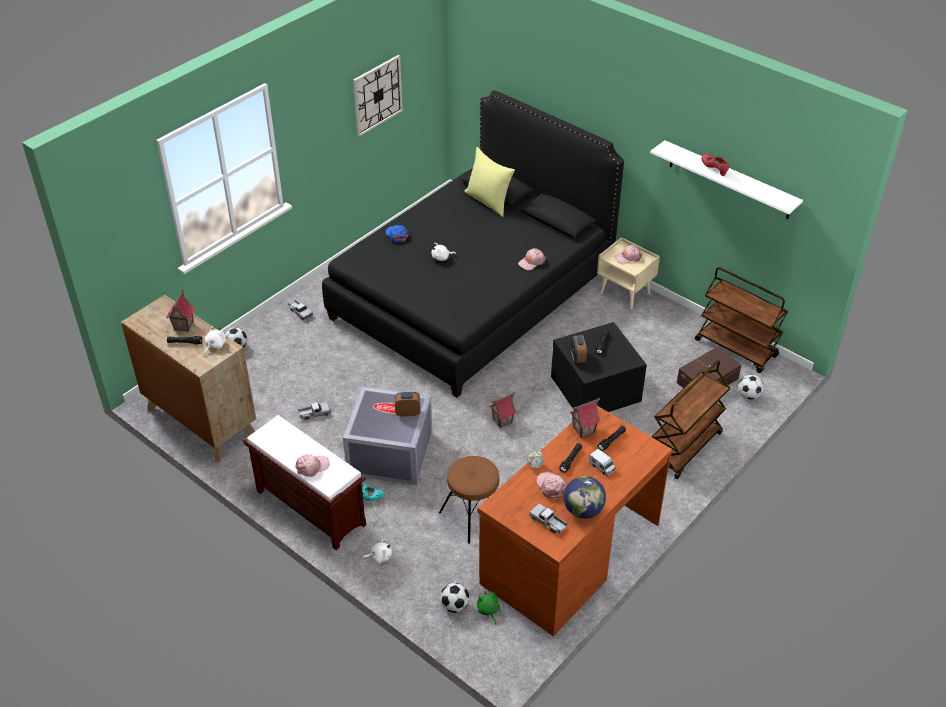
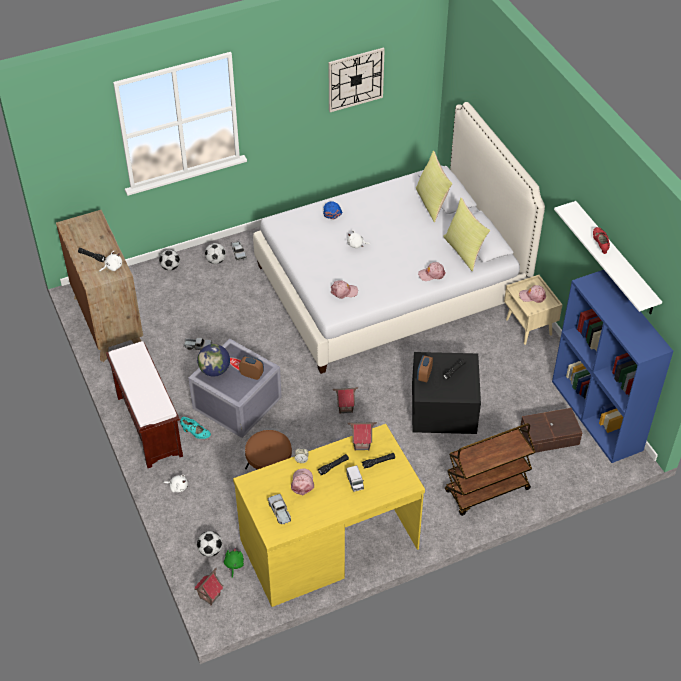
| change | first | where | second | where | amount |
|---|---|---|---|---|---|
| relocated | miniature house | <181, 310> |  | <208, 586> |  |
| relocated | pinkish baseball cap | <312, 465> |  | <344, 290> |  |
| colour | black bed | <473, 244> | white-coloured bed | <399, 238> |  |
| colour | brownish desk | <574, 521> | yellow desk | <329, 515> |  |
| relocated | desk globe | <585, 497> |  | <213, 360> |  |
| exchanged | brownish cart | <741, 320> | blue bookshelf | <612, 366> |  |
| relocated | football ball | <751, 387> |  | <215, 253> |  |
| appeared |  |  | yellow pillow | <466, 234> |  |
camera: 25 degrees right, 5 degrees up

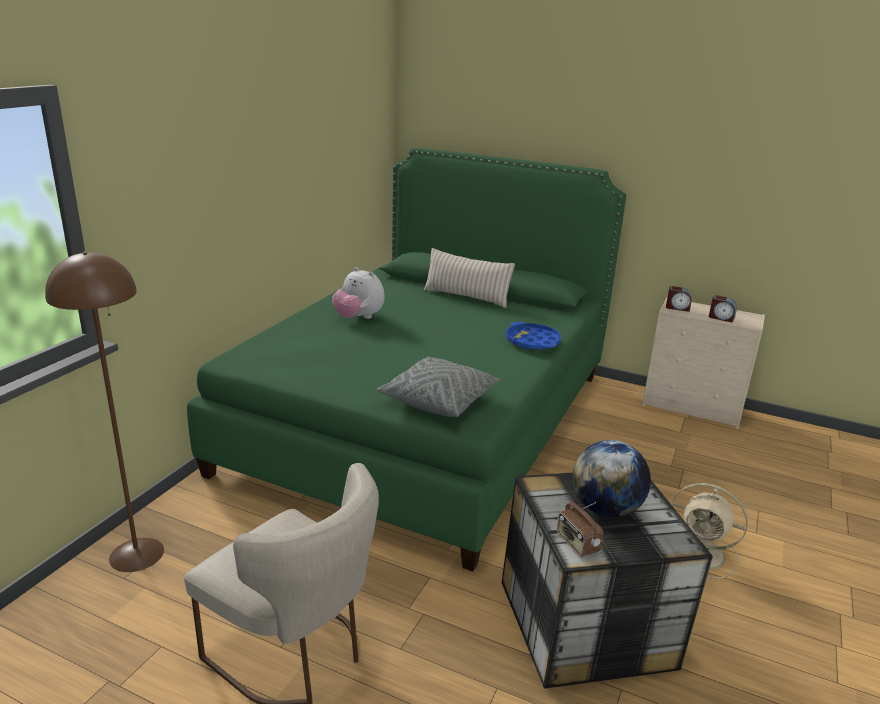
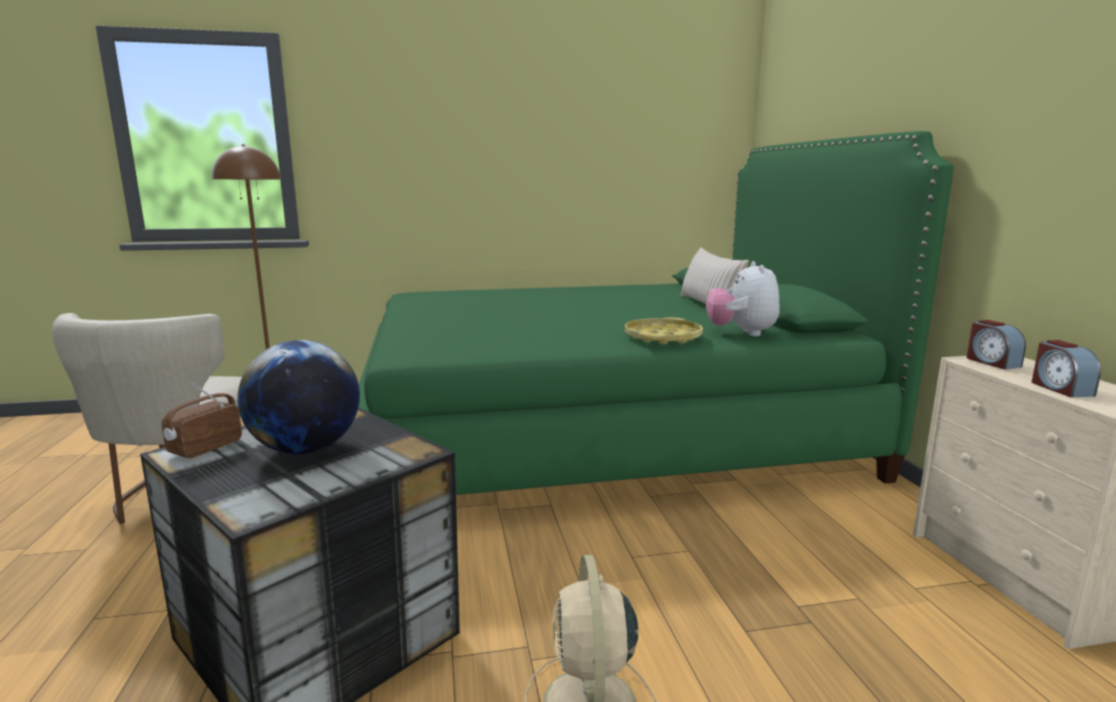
| change | first | where | second | where | amount |
|---|---|---|---|---|---|
| relocated | soft toy | <358, 293> |  | <743, 298> |  |
| missing | gray pillow | <439, 387> |  |  |  |
| colour | blue serving tray | <533, 336> | yellow serving tray | <664, 330> |  |
camera: 55 degrees right, 10 degrees down

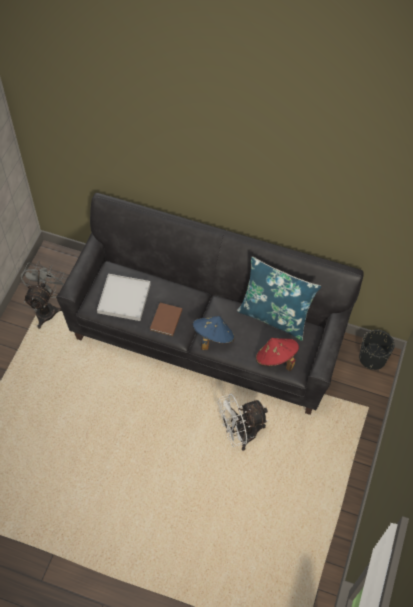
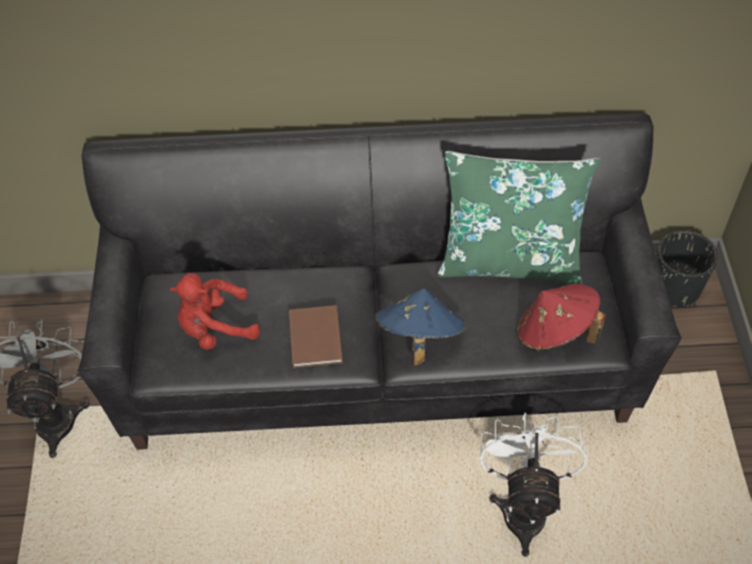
| change | first | where | second | where | amount |
|---|---|---|---|---|---|
| exchanged | white-coloured serving tray | <124, 297> | red-coloured soft toy | <215, 311> |  |
| spun | white-coloured electric fan | <243, 422> |  | <533, 485> | 135 degrees clockwise |
| colour | blue pillow | <279, 299> | green pillow | <519, 217> |  |
camera: 20 degrees left, 5 degrees down

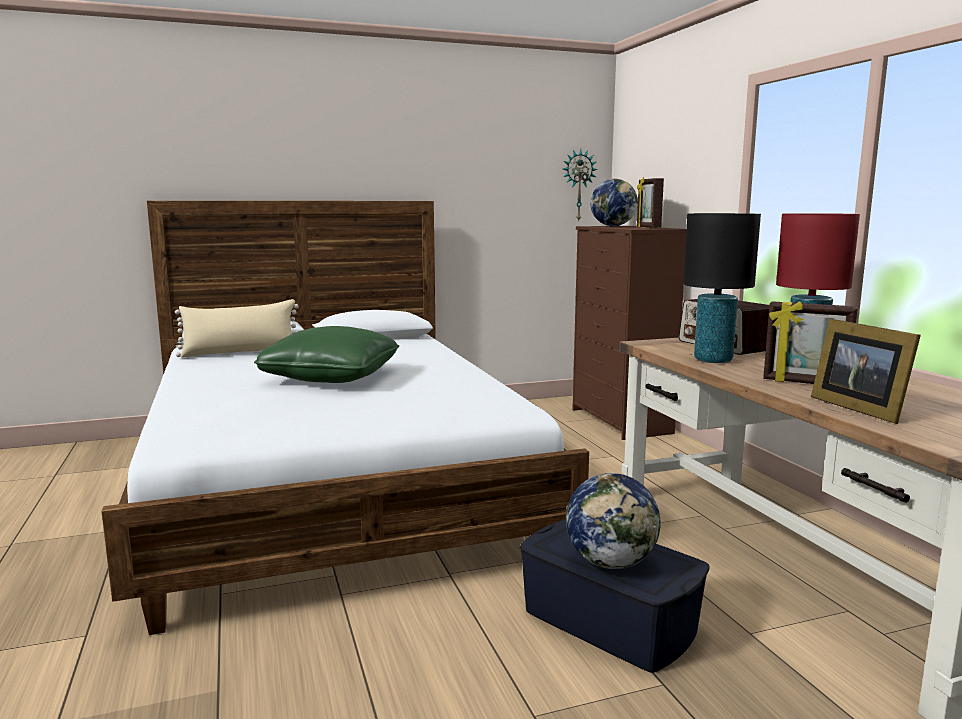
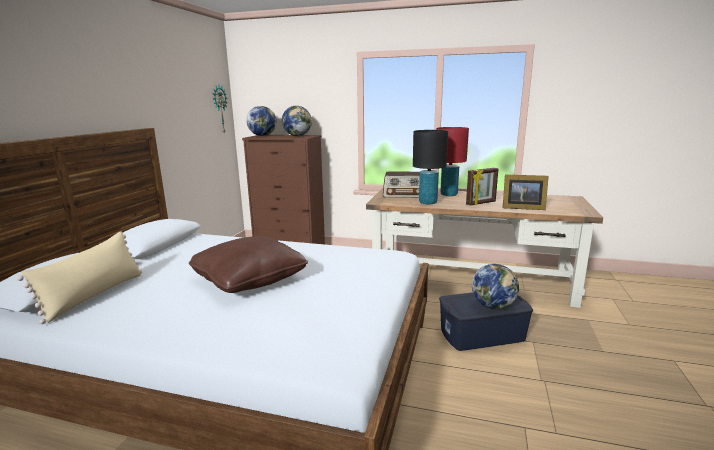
| change | first | where | second | where | amount |
|---|---|---|---|---|---|
| colour | green pillow | <326, 354> | brownish pillow | <248, 264> |  |
| exchanged | picture frame | <650, 202> | desk globe | <297, 121> |  |
camera: 55 degrees left, 5 degrees up

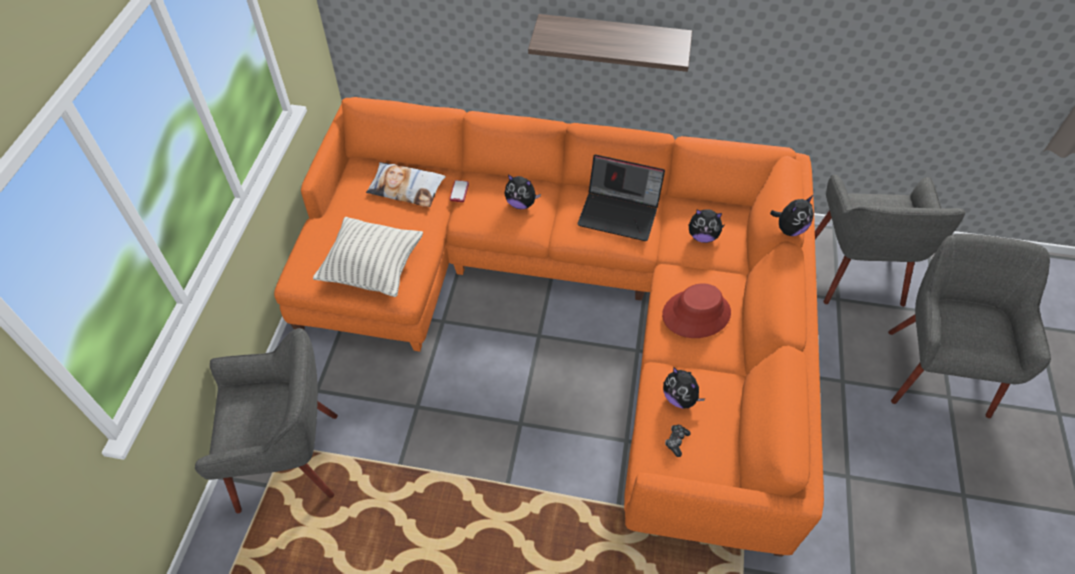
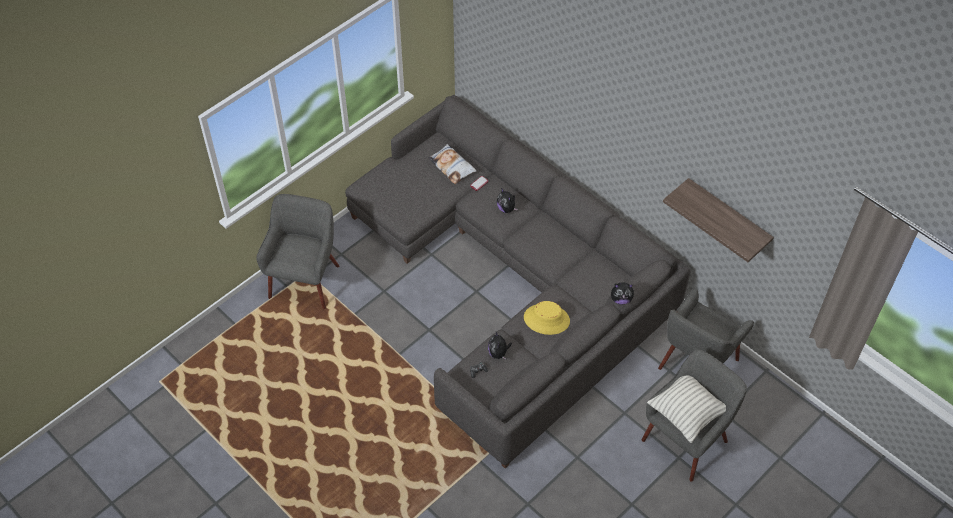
| change | first | where | second | where | amount |
|---|---|---|---|---|---|
| spun | gray armchair | <266, 420> |  | <297, 251> | 105 degrees counterclockwise |
| colour | orange-coloured sofa | <549, 327> | gray sofa | <518, 282> |  |
| relocated | pillow | <368, 257> |  | <686, 409> |  |
| relocated | bracket shelf | <610, 43> |  | <718, 220> |  |
| missing | portable computer | <621, 198> |  |  |  |
| colour | red-coloured wearable hat | <696, 310> | yellow wearable hat | <547, 318> |  |
| missing | soft toy | <707, 226> |  |  |  |
camera: 35 degrees right, 0 degrees up

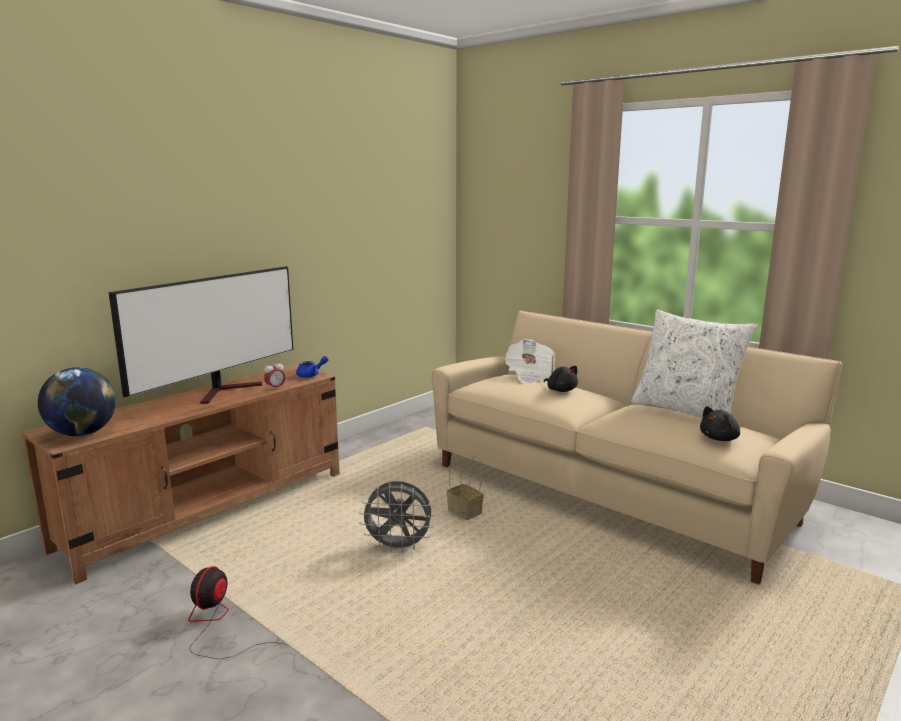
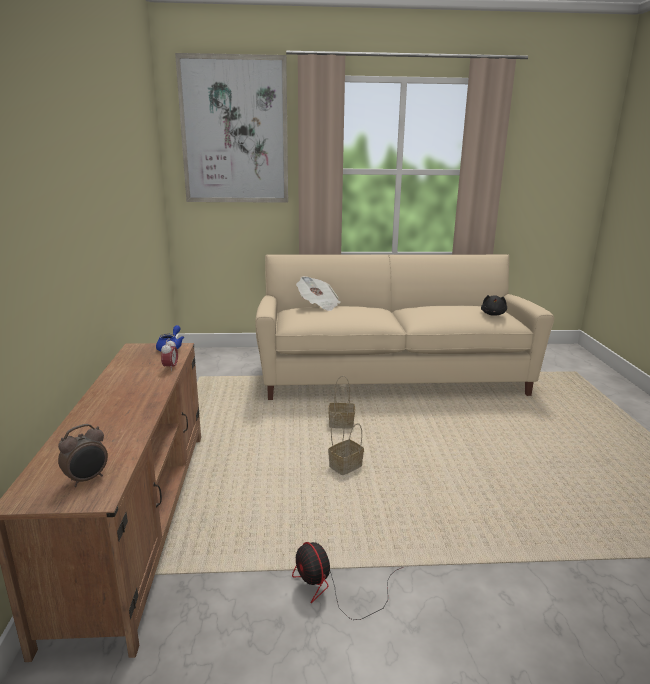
| change | first | where | second | where | amount |
|---|---|---|---|---|---|
| exchanged | desk globe | <77, 401> | table clock | <83, 455> |  |
| missing | television | <201, 335> |  |  |  |
| exchanged | gray electric fan | <396, 517> | basket | <346, 444> |  |
| missing | black soft toy | <561, 379> |  |  |  |
| missing | white-coloured pillow | <694, 364> |  |  |  |
| appeared |  |  | wall art | <231, 128> |  |
camera: 45 degrees left, 5 degrees up

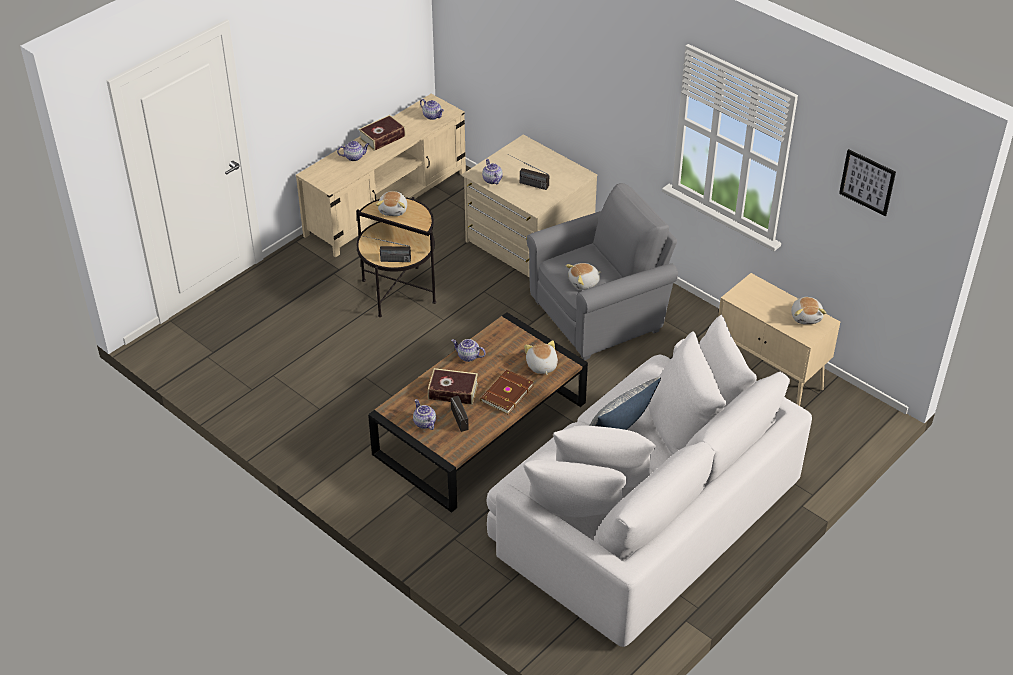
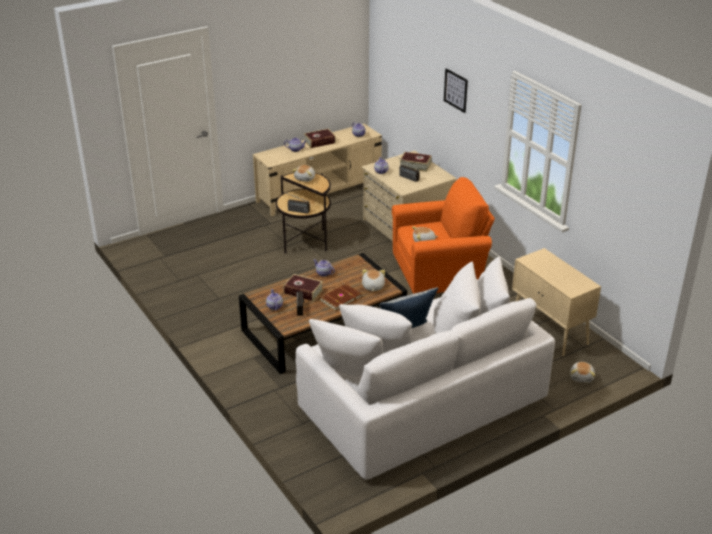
| change | first | where | second | where | amount |
|---|---|---|---|---|---|
| colour | gray armchair | <602, 271> | orange-coloured armchair | <443, 235> |  |
| relocated | soft toy | <808, 310> |  | <583, 372> |  |
| relocated | wall art | <867, 182> |  | <456, 90> |  |
| appeared |  |  | bound book | <415, 162> |  |
camera: 15 degrees right, 10 degrees down

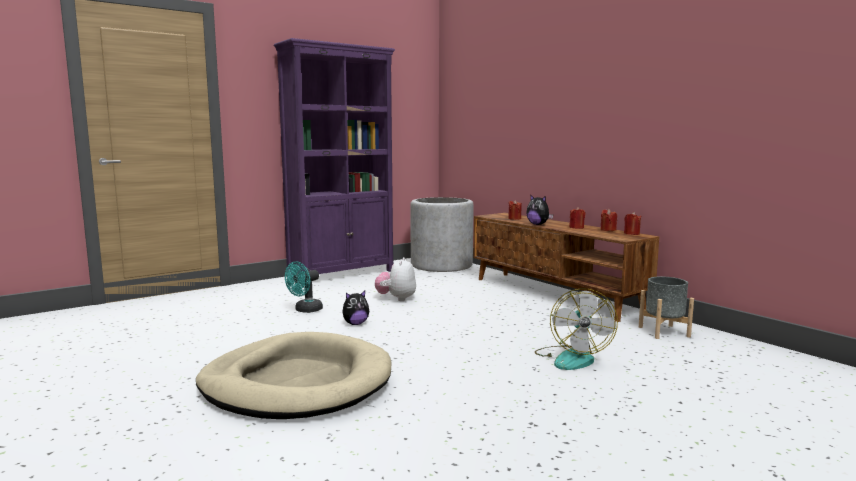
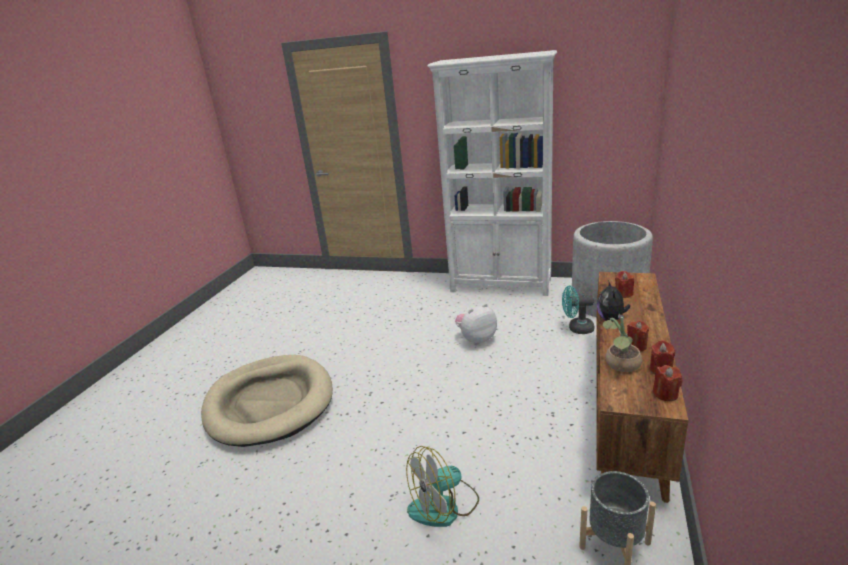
| change | first | where | second | where | amount |
|---|---|---|---|---|---|
| colour | purplish bookshelf | <334, 157> | white-coloured bookshelf | <492, 173> |  |
| relocated | turquoise-coloured electric fan | <304, 287> |  | <578, 310> |  |
| missing | soft toy | <355, 308> |  |  |  |
| appeared |  |  | houseplant | <622, 344> |  |
camera: 55 degrees right, 15 degrees up

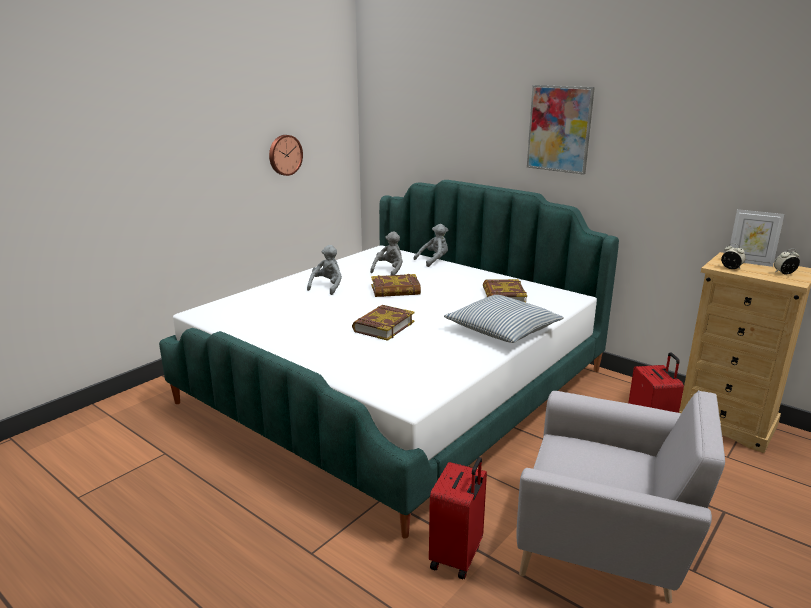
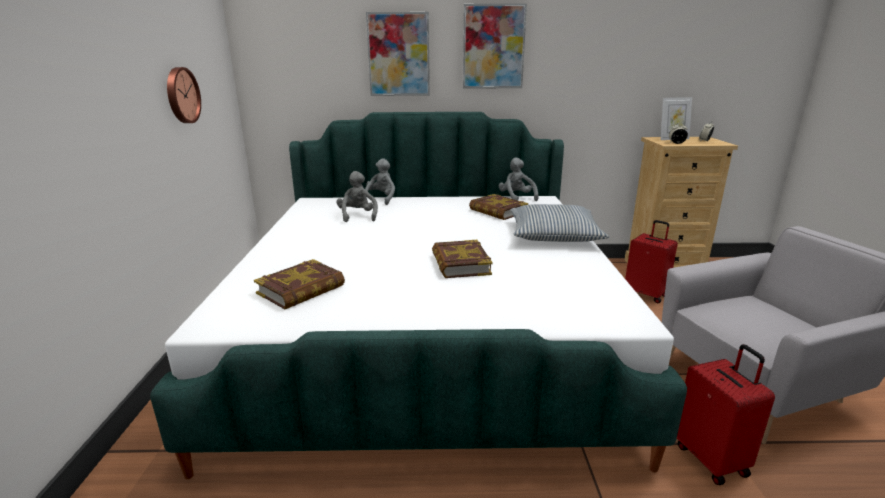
| change | first | where | second | where | amount |
|---|---|---|---|---|---|
| relocated | gray soft toy | <324, 270> |  | <519, 179> |  |
| relocated | bound book | <396, 285> |  | <299, 284> |  |
| appeared |  |  | wall art | <398, 54> |  |
camera: 40 degrees left, 0 degrees up

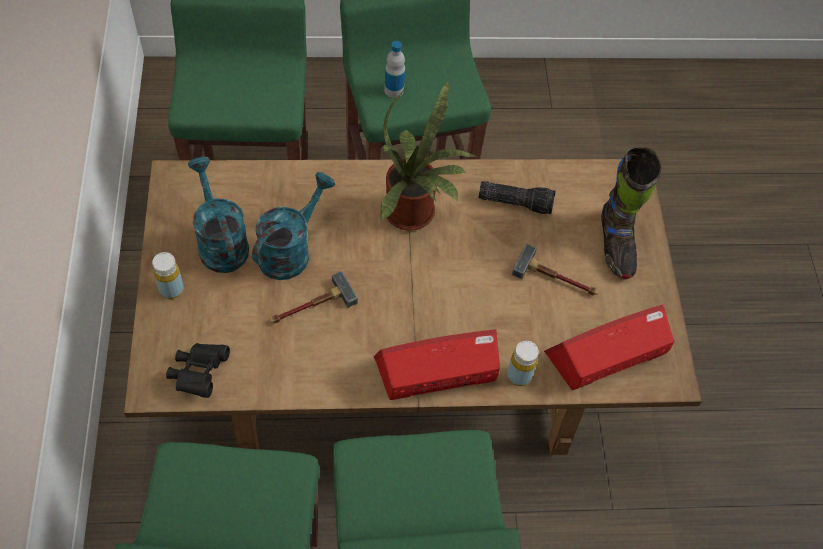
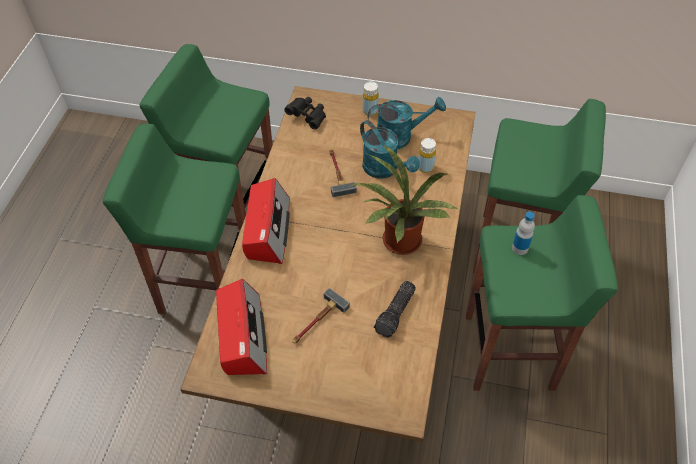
| change | first | where | second | where | amount |
|---|---|---|---|---|---|
| relocated | yellow beverage bottle | <523, 363> |  | <427, 155> |  |
| missing | black high-top boot | <631, 213> |  |  |  |
camera: 110 degrees right, 5 degrees down

